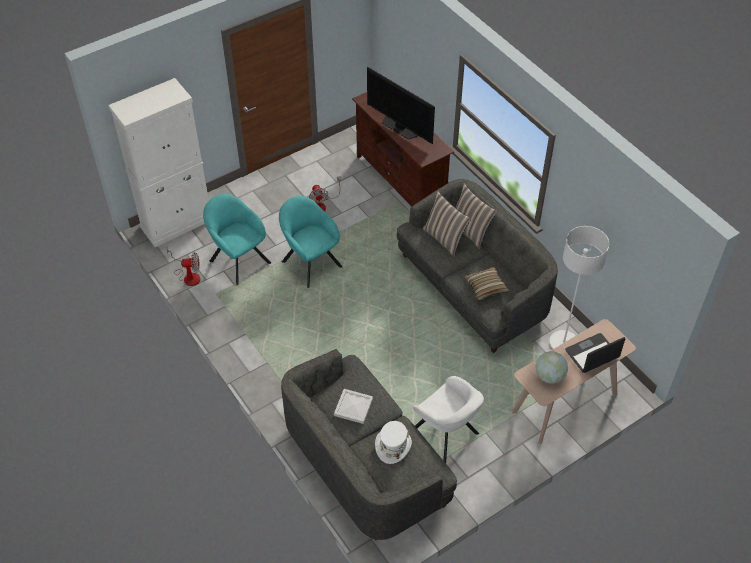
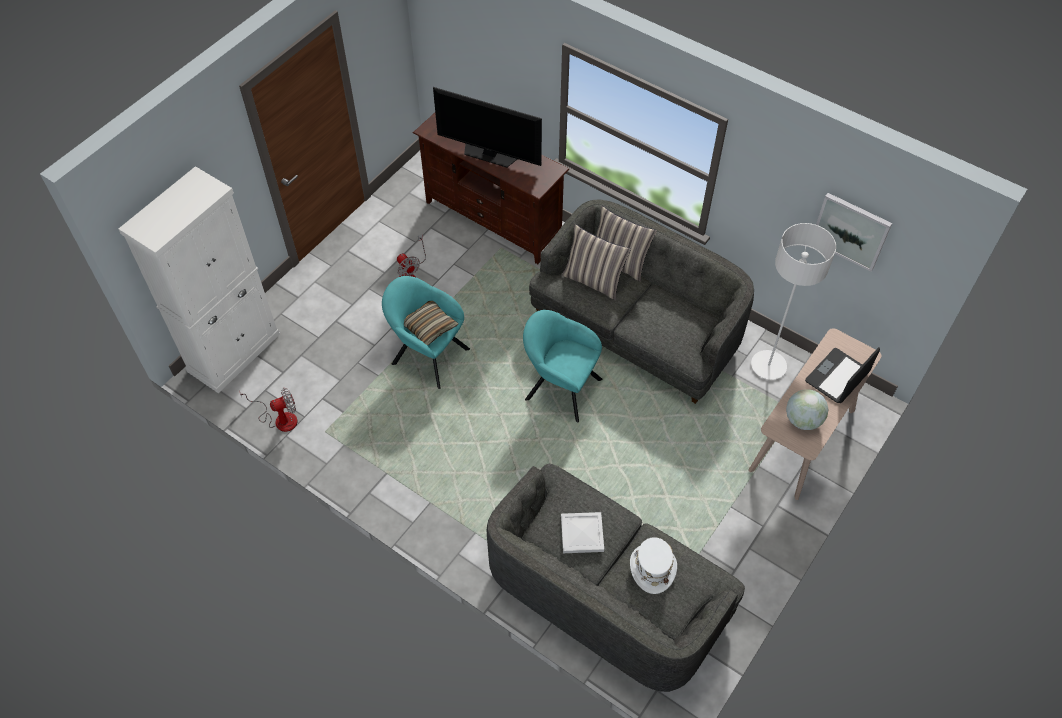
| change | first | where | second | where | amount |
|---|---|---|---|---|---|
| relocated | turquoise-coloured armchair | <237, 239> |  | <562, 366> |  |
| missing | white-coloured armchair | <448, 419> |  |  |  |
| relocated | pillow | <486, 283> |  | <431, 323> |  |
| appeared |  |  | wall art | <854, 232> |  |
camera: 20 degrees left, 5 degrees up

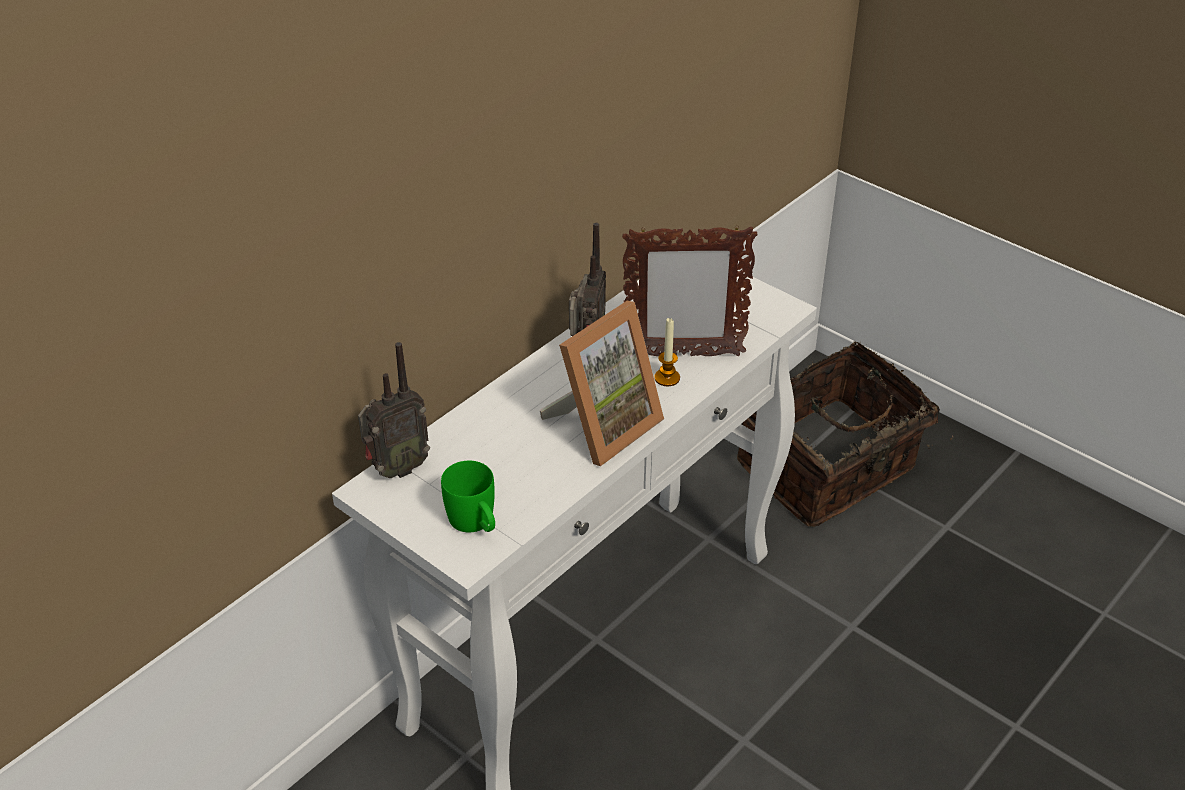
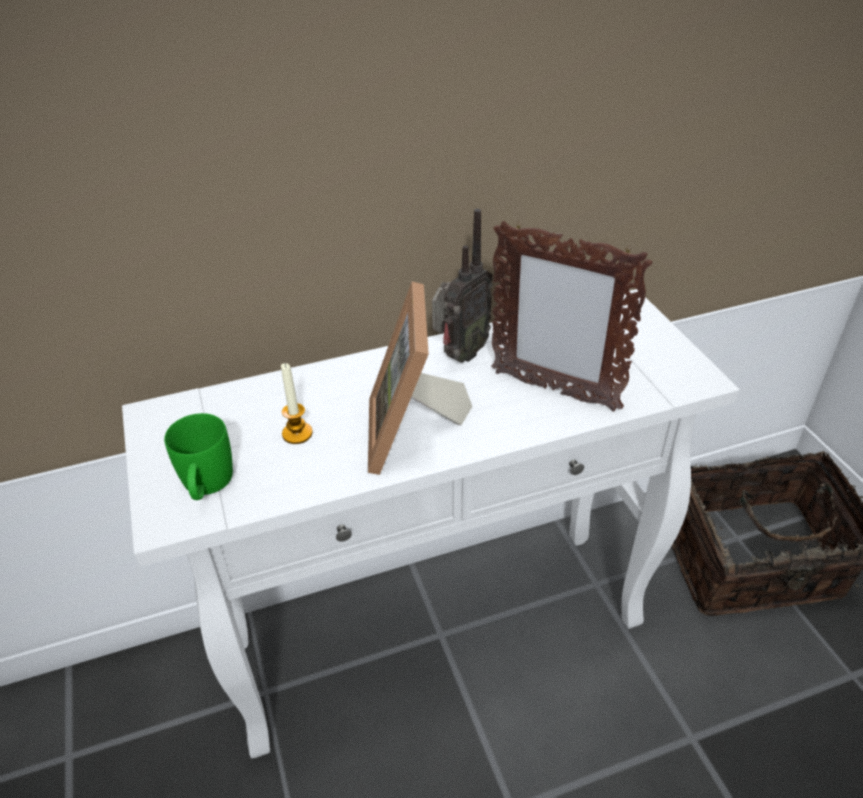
| change | first | where | second | where | amount |
|---|---|---|---|---|---|
| missing | radio | <394, 410> |  |  |  |
| spun | picture frame | <602, 383> |  | <420, 378> | 105 degrees clockwise |
| relocated | candle | <667, 352> |  | <297, 403> |  |
camera: 30 degrees right, 0 degrees up

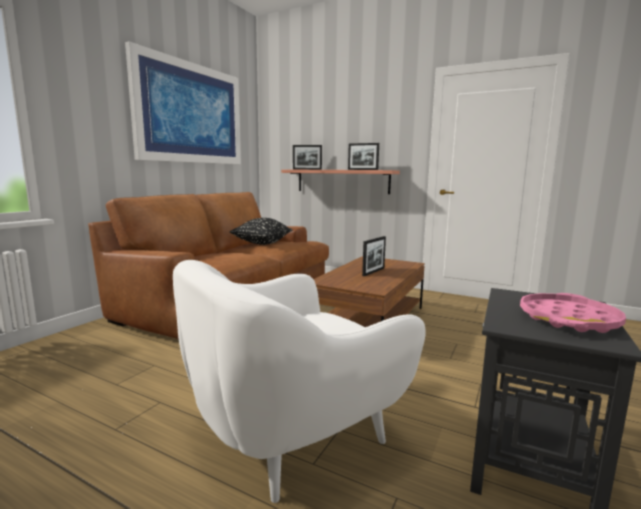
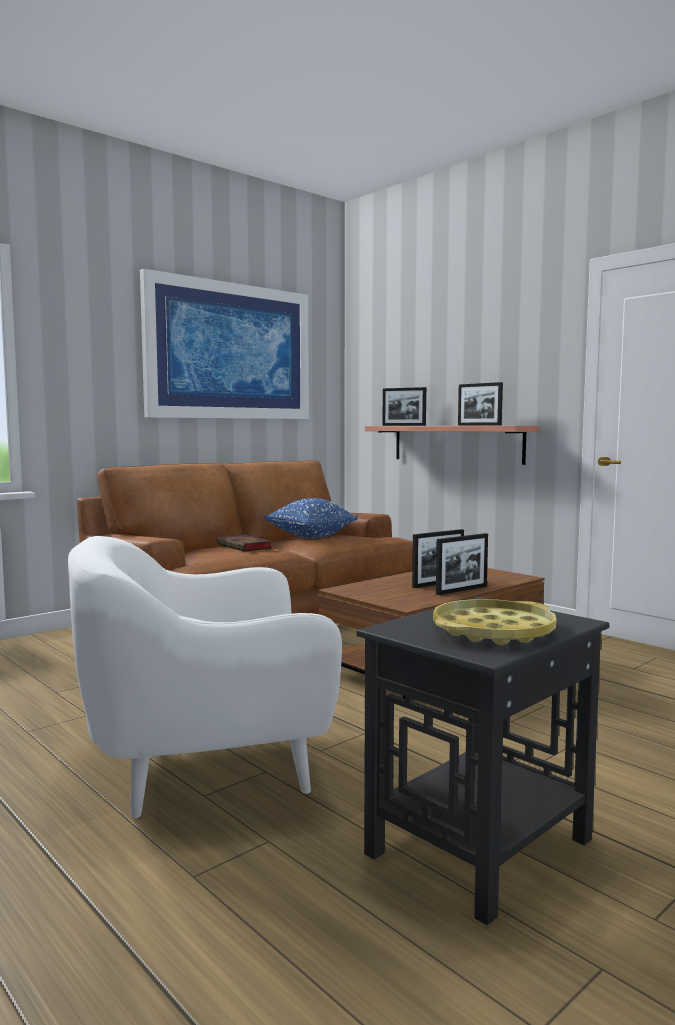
| change | first | where | second | where | amount |
|---|---|---|---|---|---|
| colour | black pillow | <261, 231> | blue pillow | <310, 518> |  |
| colour | pinkish serving tray | <573, 313> | yellow serving tray | <494, 622> |  |
| appeared |  |  | bound book | <244, 543> |  |
| appeared |  |  | picture frame | <462, 564> |  |
camera: 20 degrees right, 5 degrees down

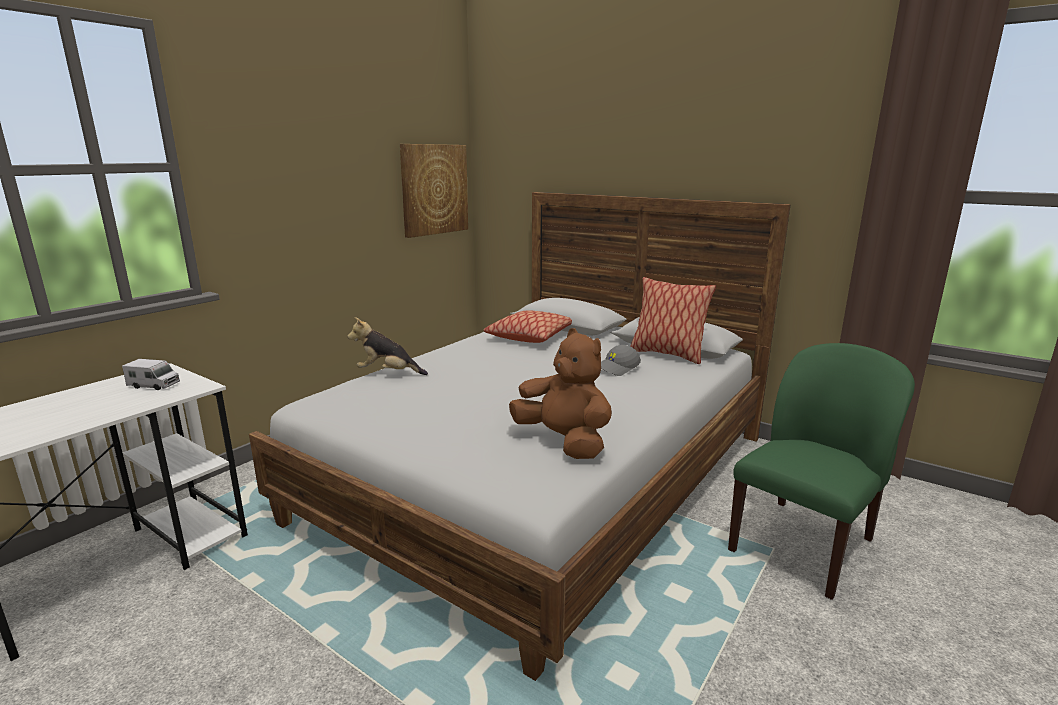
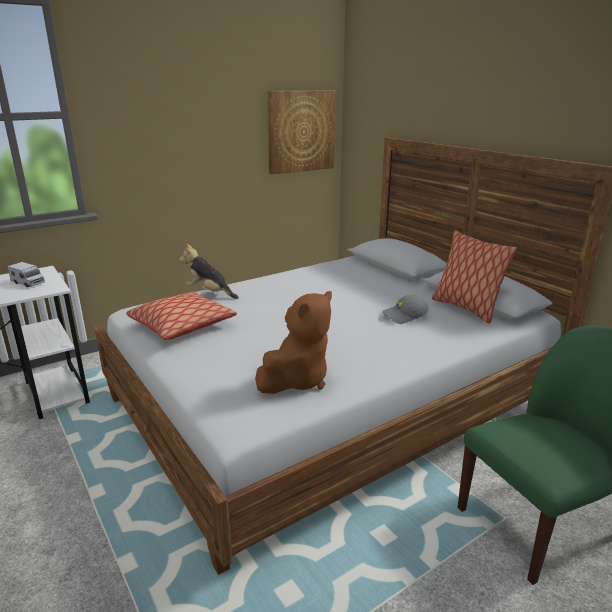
| change | first | where | second | where | amount |
|---|---|---|---|---|---|
| relocated | pillow | <528, 327> |  | <181, 316> |  |
| spun | brownish soft toy | <560, 393> |  | <293, 342> | 60 degrees clockwise |
camera: 20 degrees right, 5 degrees up

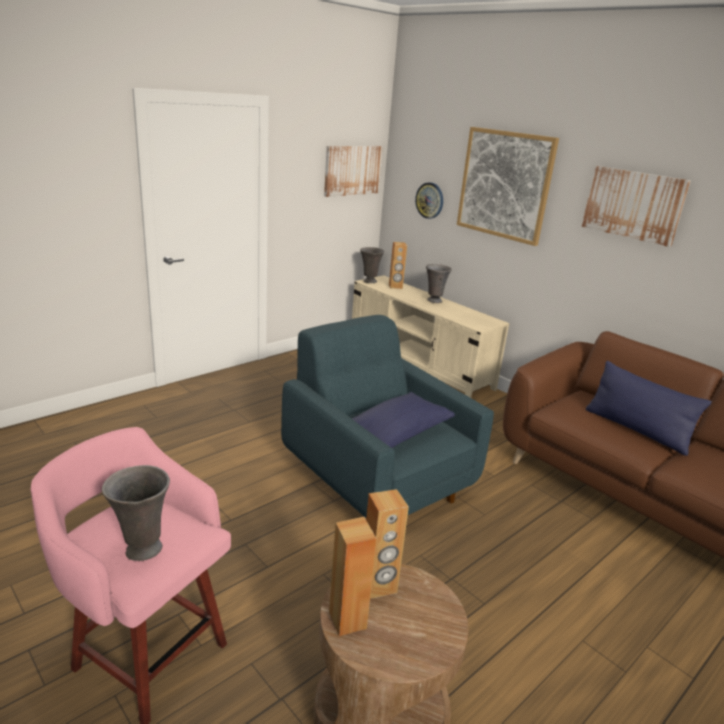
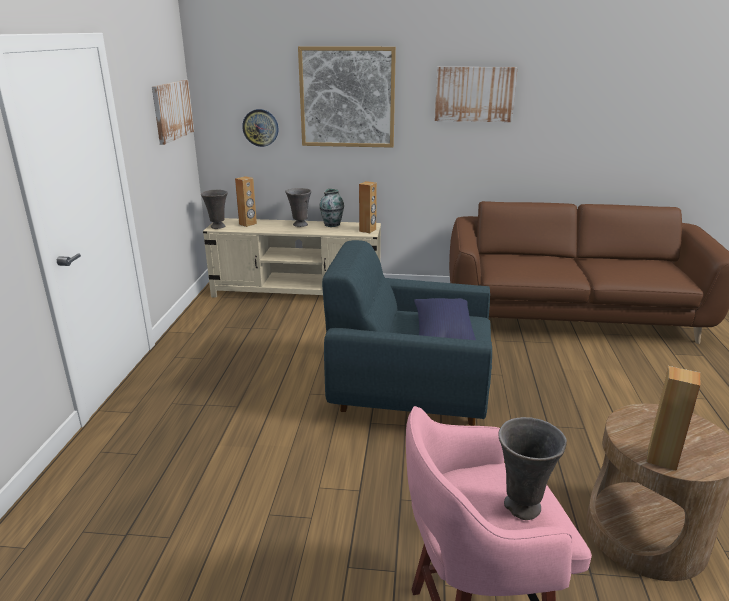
| change | first | where | second | where | amount |
|---|---|---|---|---|---|
| relocated | brownish audio speaker | <387, 544> |  | <368, 207> |  |
| missing | blue pillow | <649, 408> |  |  |  |
| appeared |  |  | decorative vase | <331, 208> |  |
camera: 40 degrees left, 0 degrees up

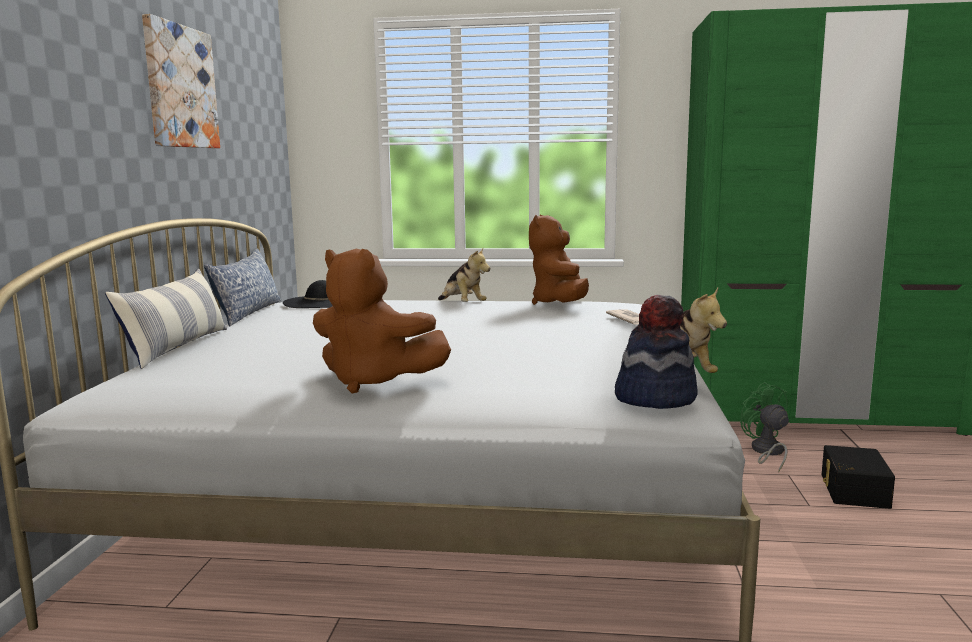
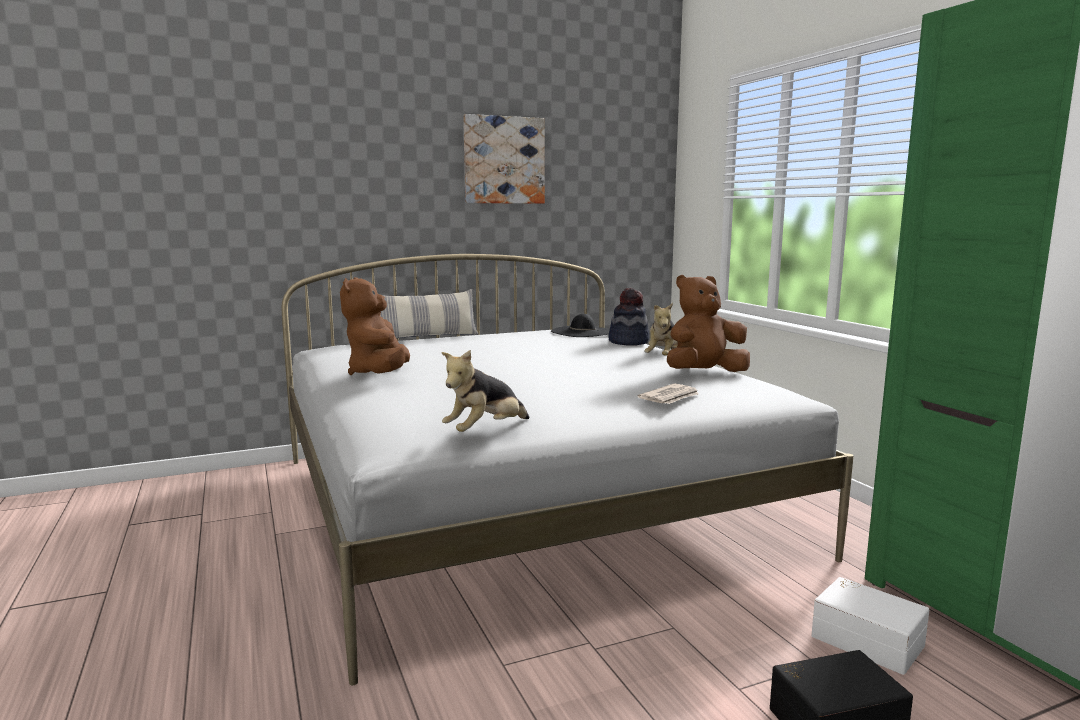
| change | first | where | second | where | amount |
|---|---|---|---|---|---|
| missing | pillow | <242, 287> |  |  |  |
| relocated | wearable hat | <656, 352> |  | <628, 317> |  |
| exchanged | green electric fan | <764, 427> | white-coloured storage container | <870, 626> |  |
camera: 60 degrees right, 0 degrees up

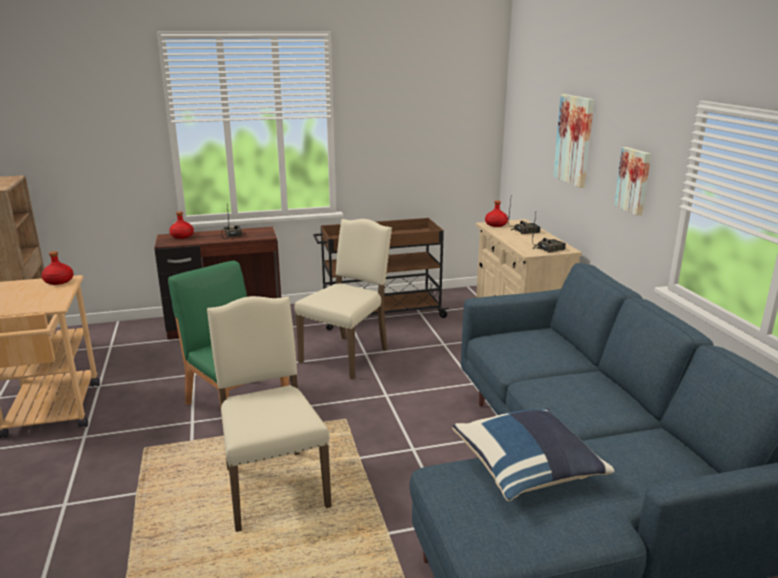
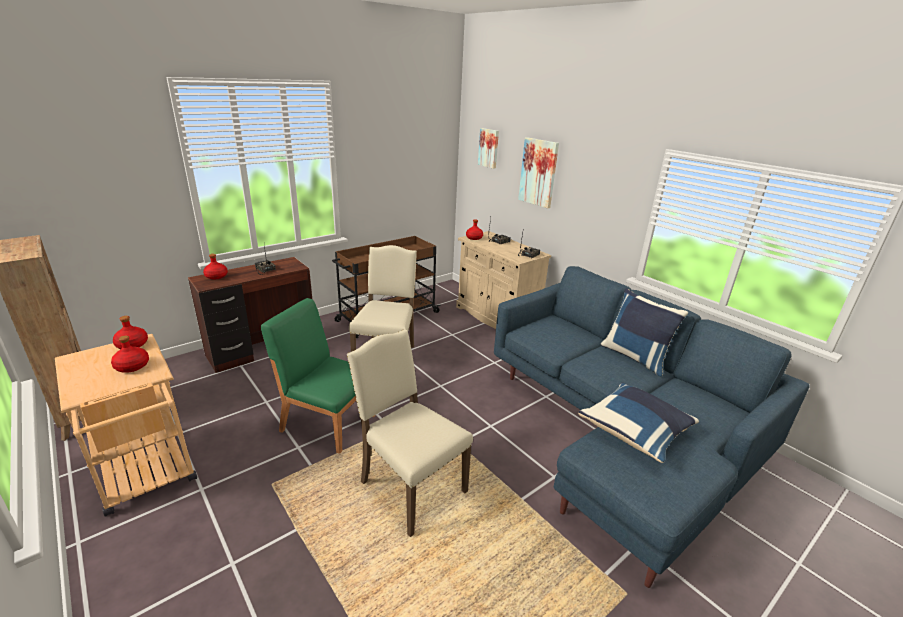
| change | first | where | second | where | amount |
|---|---|---|---|---|---|
| relocated | wall art | <632, 181> |  | <488, 148> |  |
| appeared |  |  | red-coloured beverage bottle | <130, 353> |  |
| appeared |  |  | blue pillow | <644, 332> |  |
camera: 25 degrees left, 5 degrees up

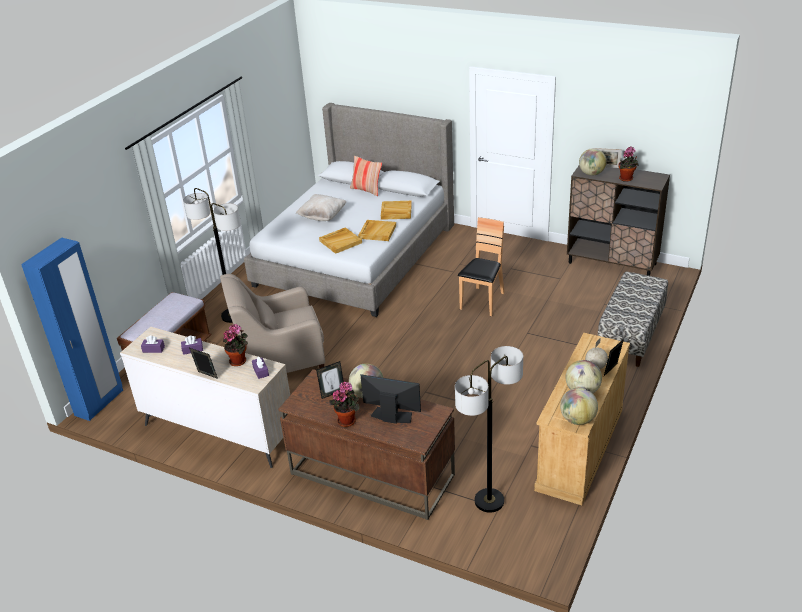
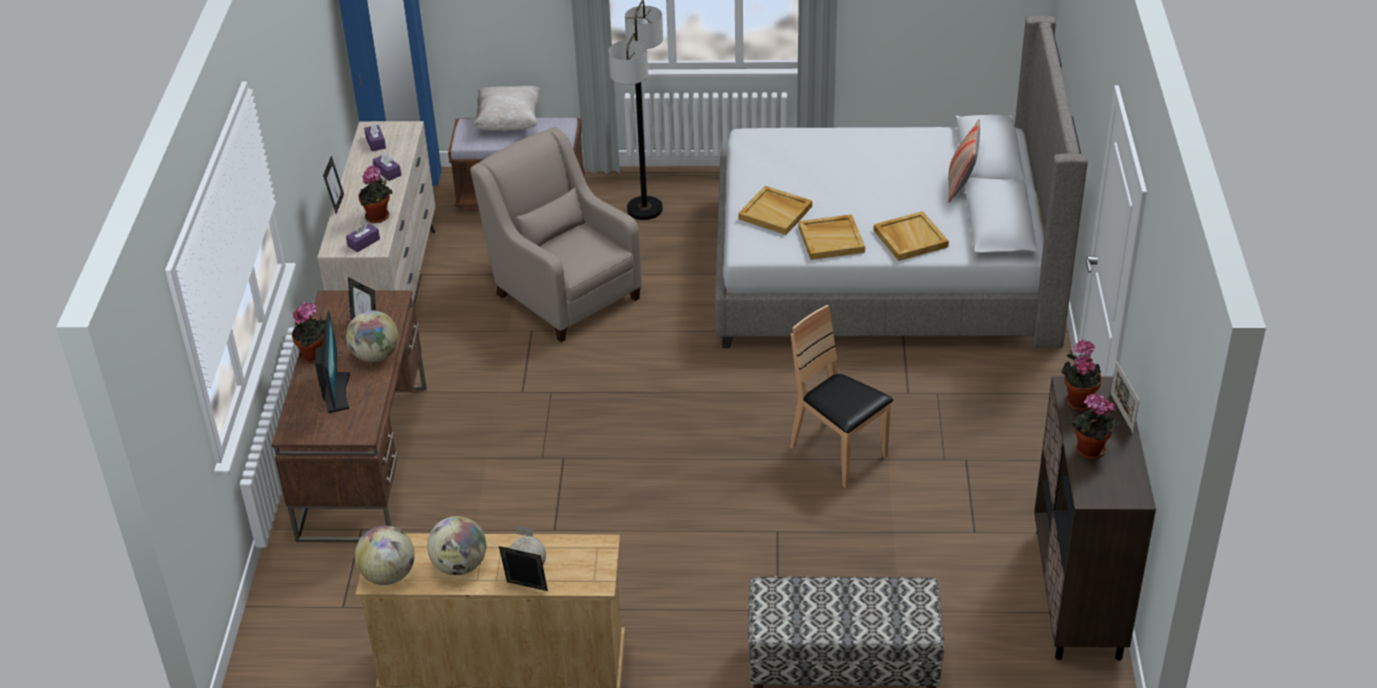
| change | first | where | second | where | amount |
|---|---|---|---|---|---|
| relocated | beige pillow | <321, 207> |  | <506, 108> |  |
| missing | standing lamp | <489, 429> |  |  |  |
| spun | brownish upright chair | <481, 266> |  | <841, 396> | 135 degrees counterclockwise |
| exchanged | desk globe | <593, 162> | houseplant | <1081, 375> |  |
camera: 65 degrees right, 5 degrees up

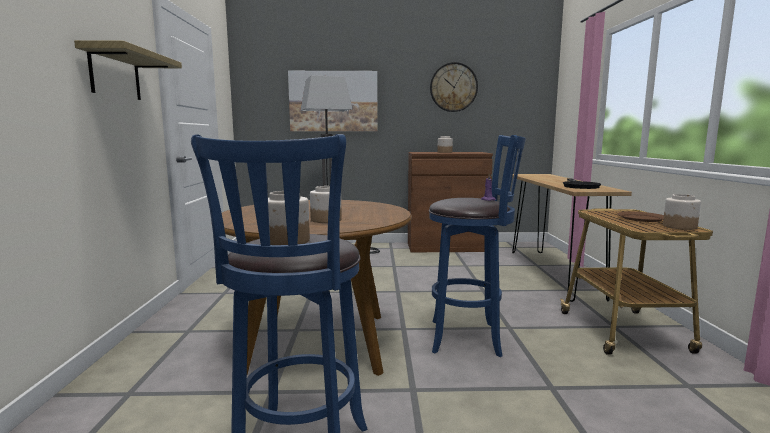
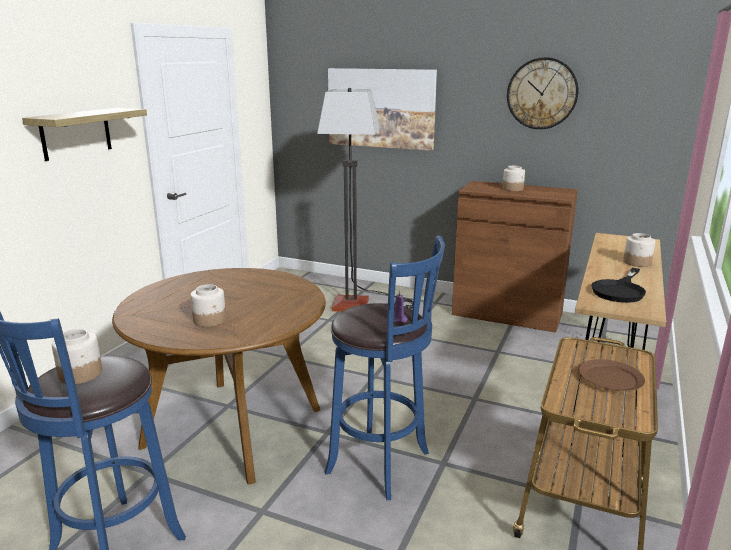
| change | first | where | second | where | amount |
|---|---|---|---|---|---|
| relocated | preserve jar | <682, 212> |  | <639, 250> |  |
camera: 25 degrees right, 10 degrees up

